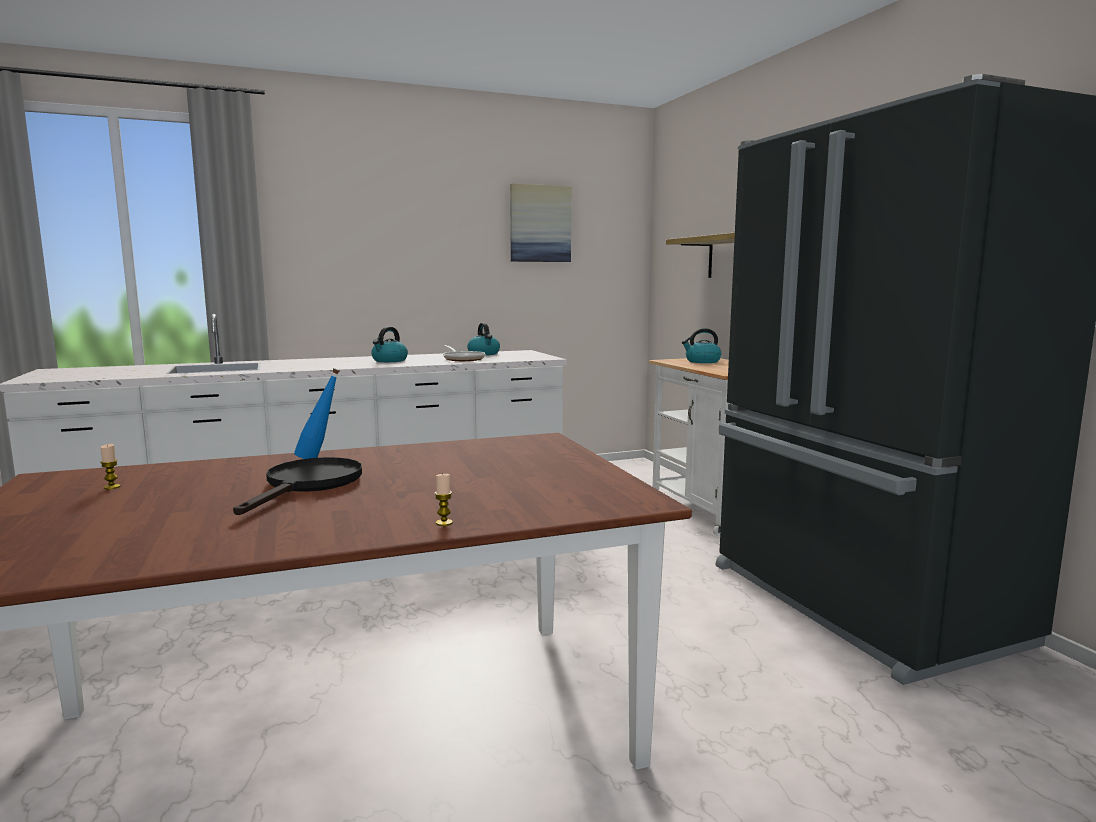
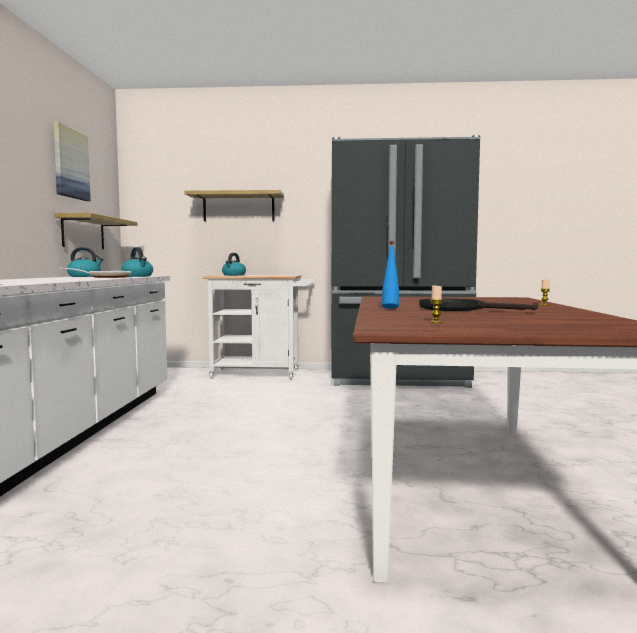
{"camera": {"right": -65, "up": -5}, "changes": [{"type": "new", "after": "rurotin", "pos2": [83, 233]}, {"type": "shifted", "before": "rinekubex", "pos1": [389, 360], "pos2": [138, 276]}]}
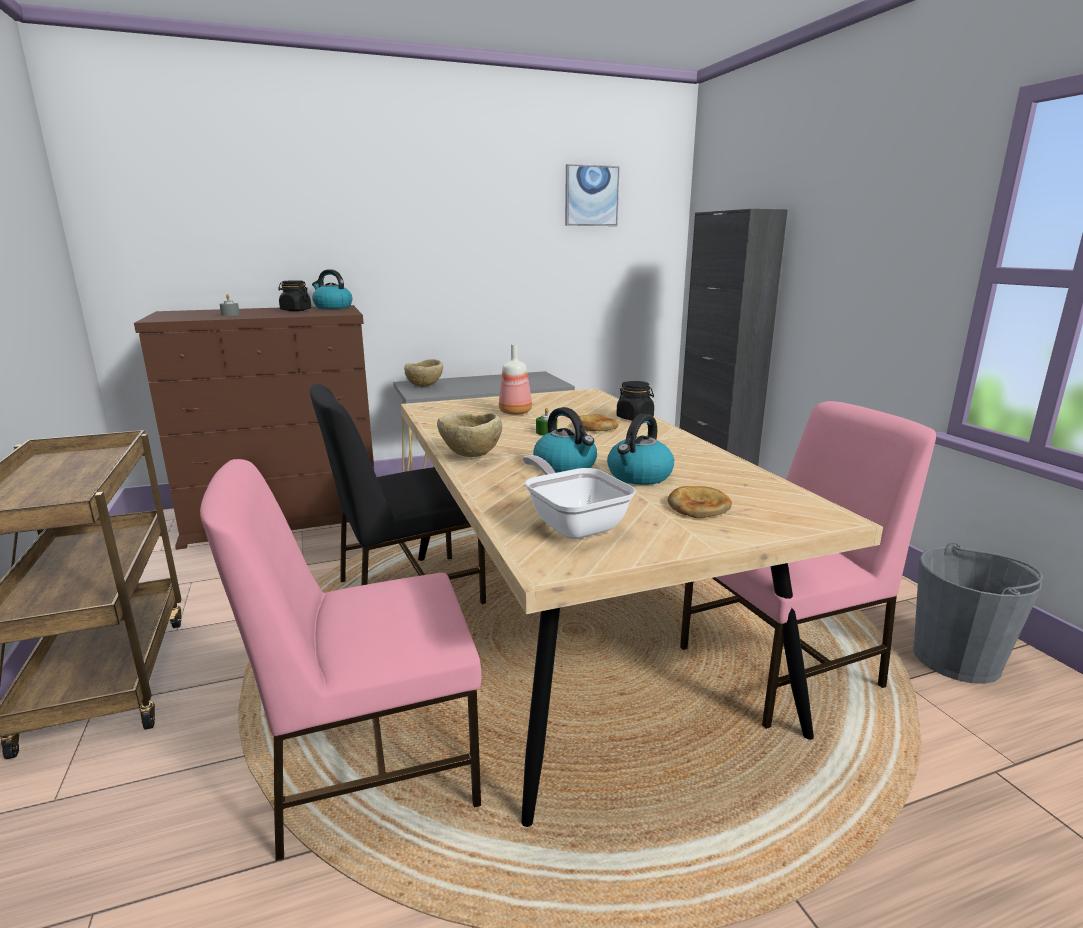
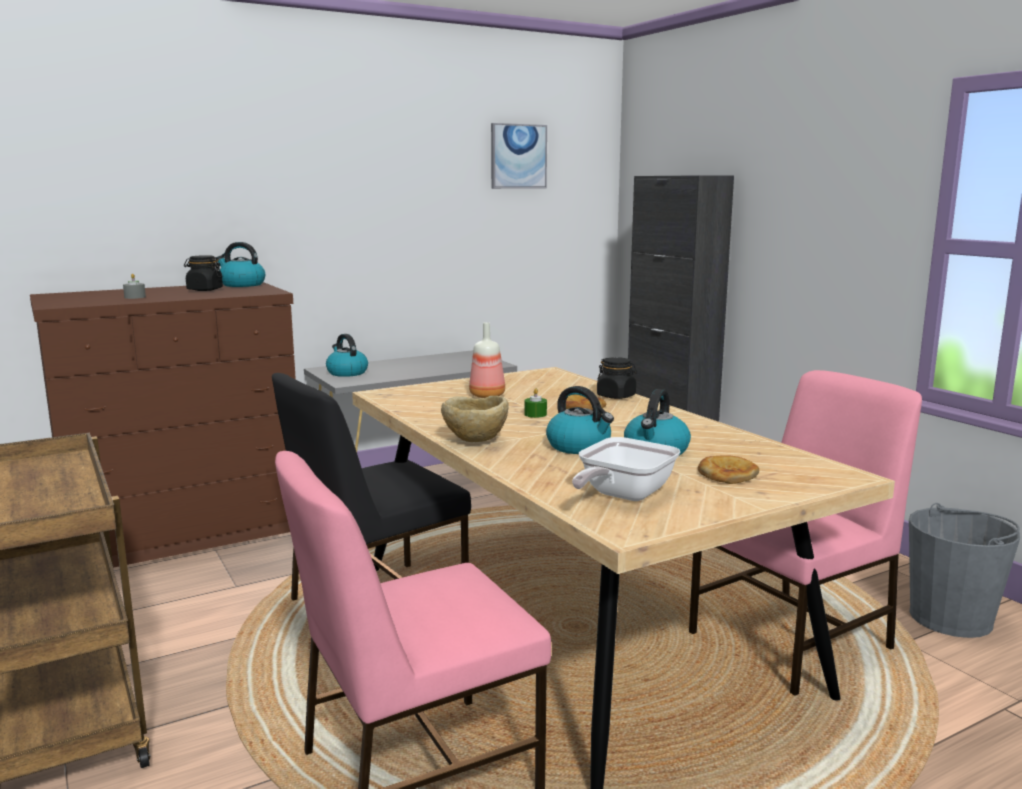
{"camera": {"right": -10, "up": -5}, "changes": [{"type": "swapped", "before": "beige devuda", "after": "rinekubex", "pos1": [425, 386], "pos2": [346, 373]}, {"type": "rotated", "before": "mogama", "pos1": [573, 523], "pos2": [621, 496], "turn": -105}]}
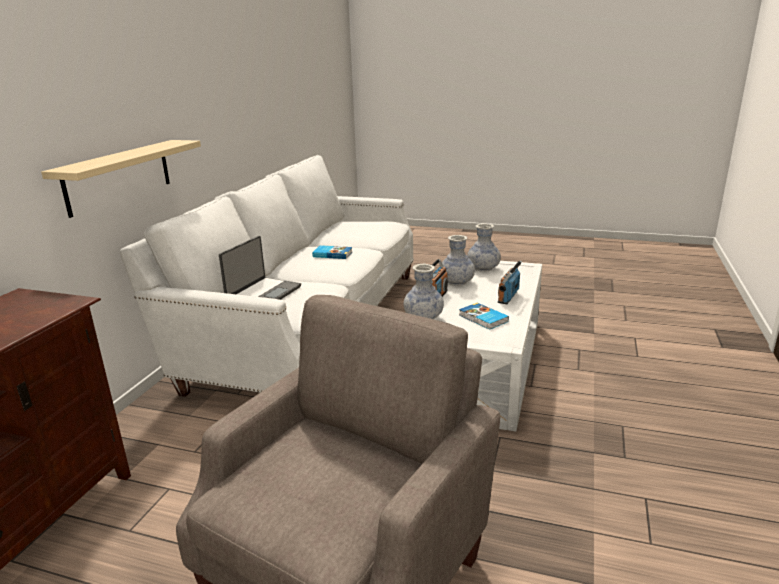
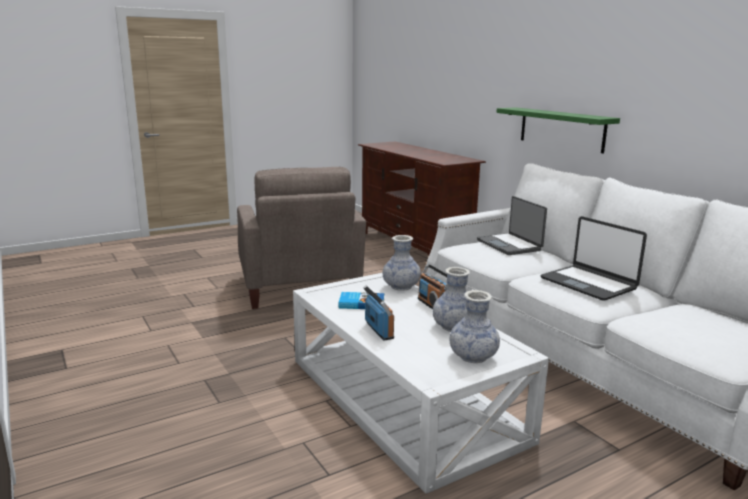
{"camera": {"right": 130, "up": -5}, "changes": [{"type": "repainted", "before": "beige rurotin", "after": "green rurotin", "pos1": [119, 176], "pos2": [561, 129]}, {"type": "swapped", "before": "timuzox", "after": "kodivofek", "pos1": [332, 254], "pos2": [588, 283]}]}
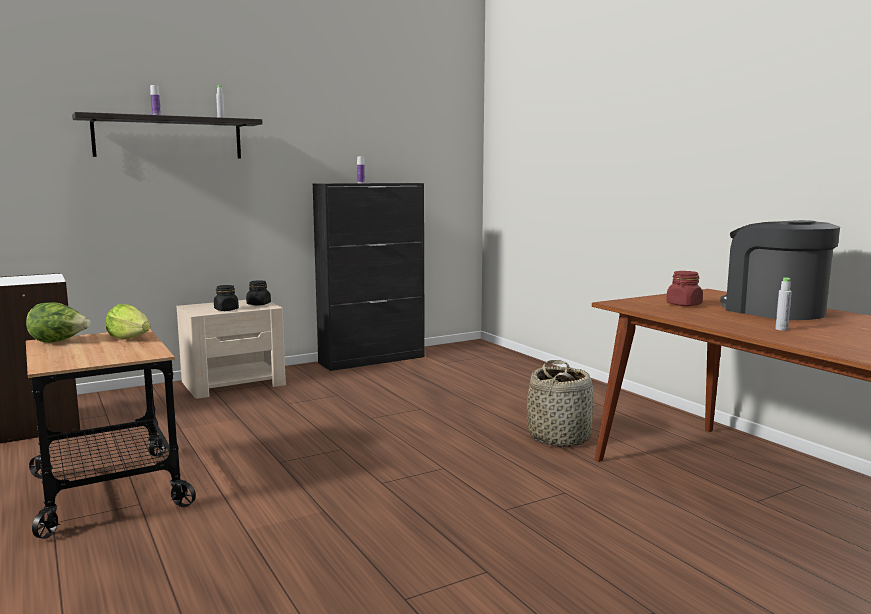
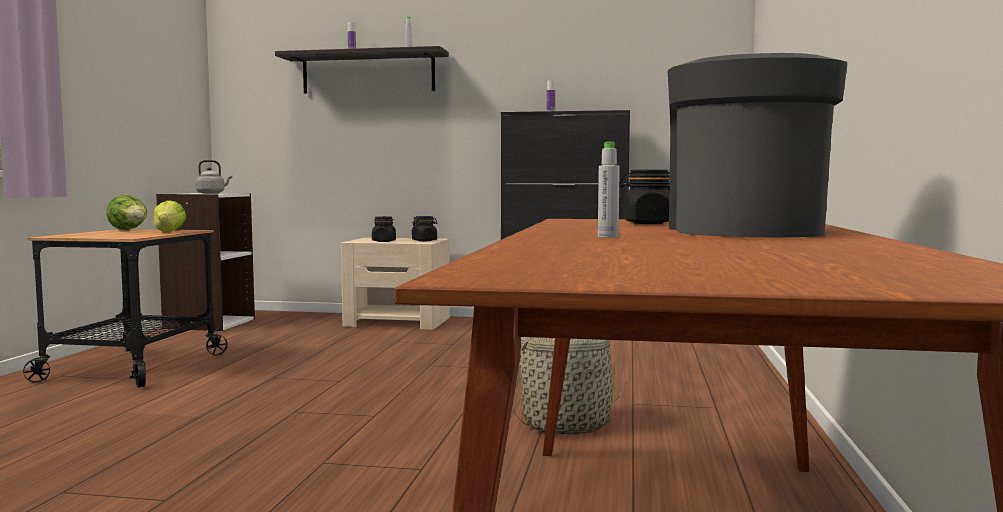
{"camera": {"right": 40, "up": -5}, "changes": [{"type": "new", "after": "grey rinekubex", "pos2": [212, 193]}, {"type": "repainted", "before": "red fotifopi", "after": "black fotifopi", "pos1": [684, 304], "pos2": [647, 223]}]}
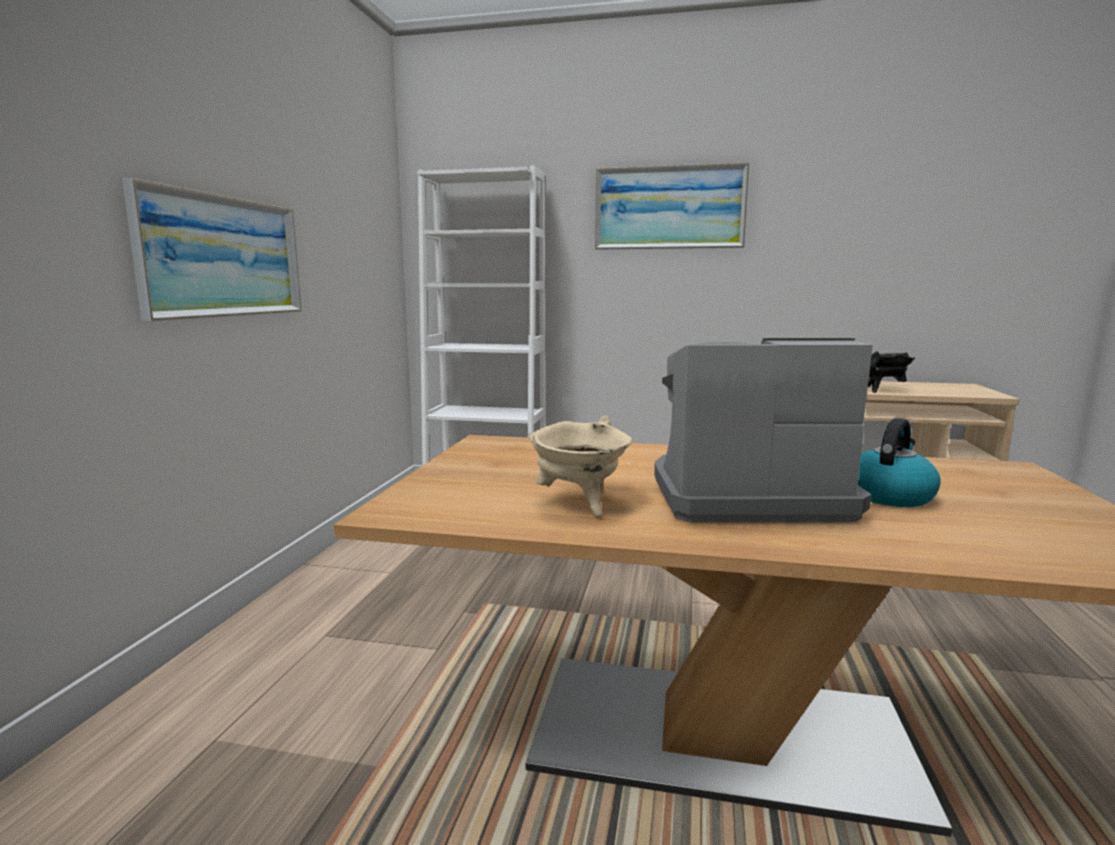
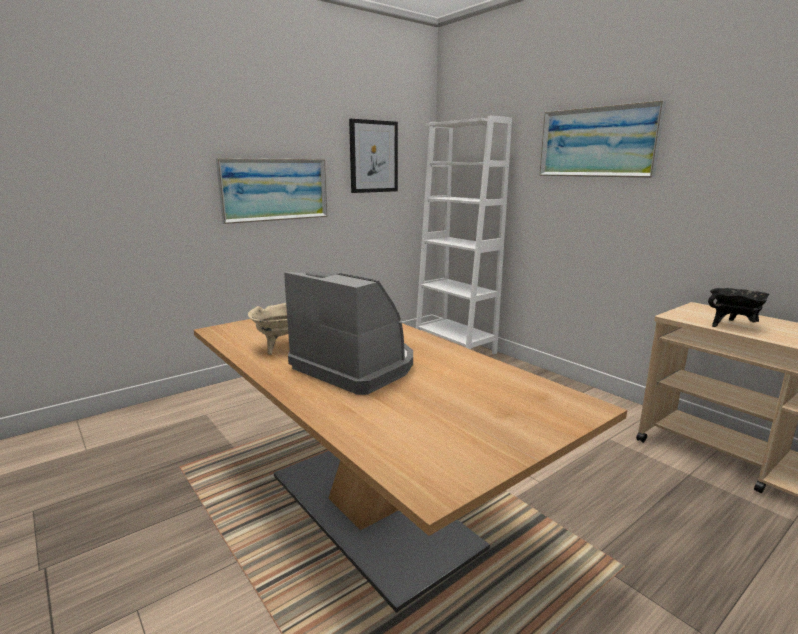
{"camera": {"right": 40, "up": 5}, "changes": [{"type": "new", "after": "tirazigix", "pos2": [373, 156]}, {"type": "gone", "before": "rinekubex", "pos1": [889, 495]}]}
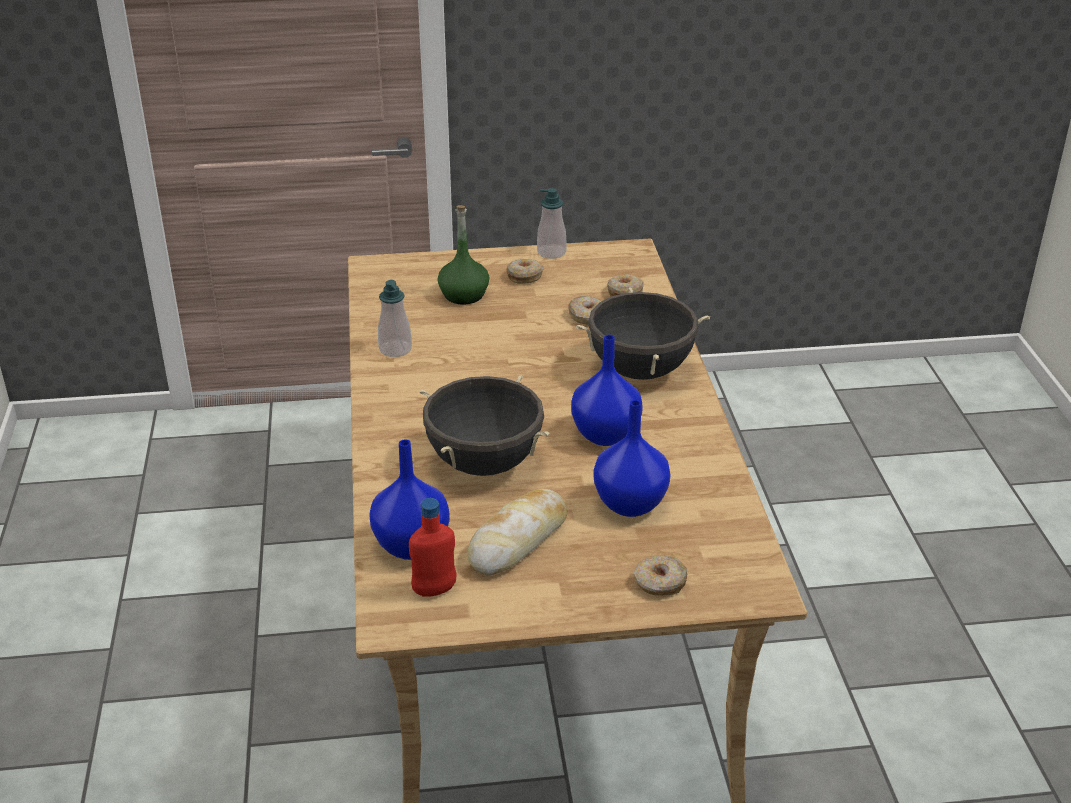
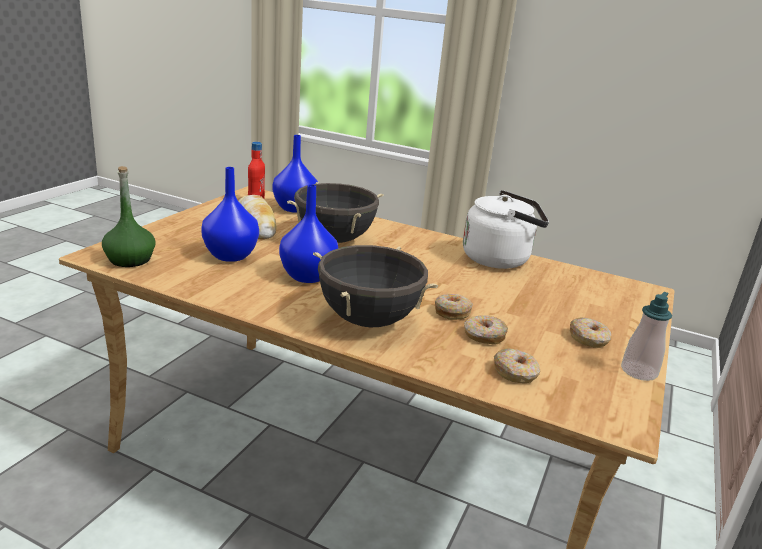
{"camera": {"right": 120, "up": -10}, "changes": [{"type": "shifted", "before": "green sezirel", "pos1": [463, 295], "pos2": [130, 260]}, {"type": "shifted", "before": "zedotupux", "pos1": [659, 583], "pos2": [452, 312]}, {"type": "swapped", "before": "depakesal", "after": "white rinekubex", "pos1": [395, 349], "pos2": [499, 259]}]}
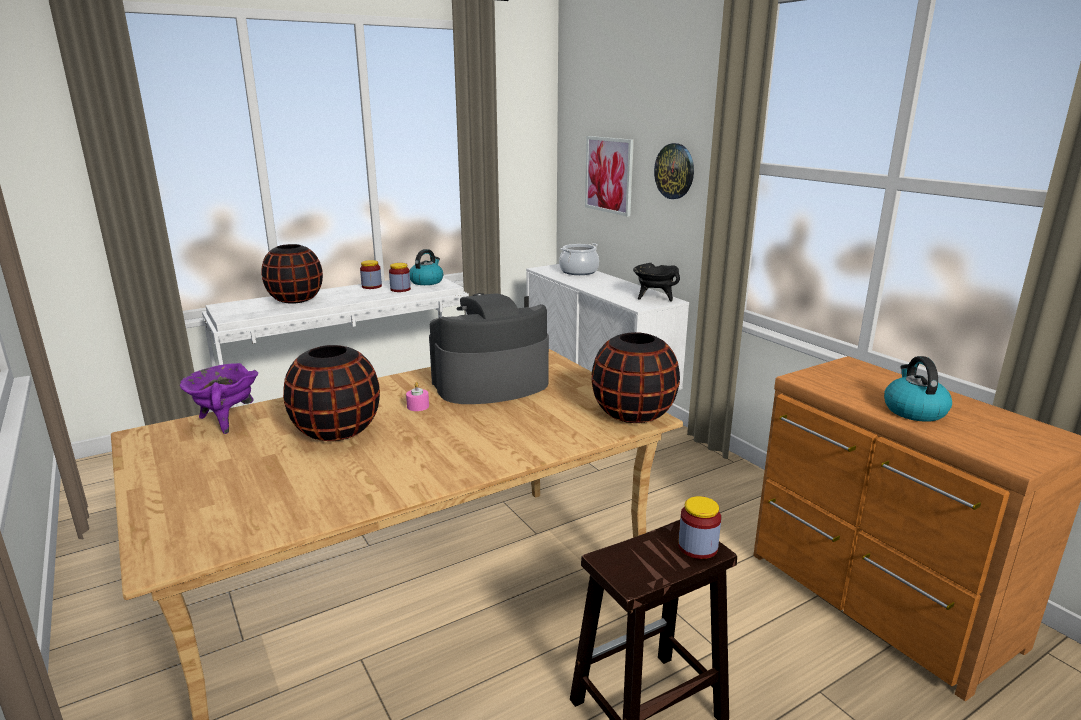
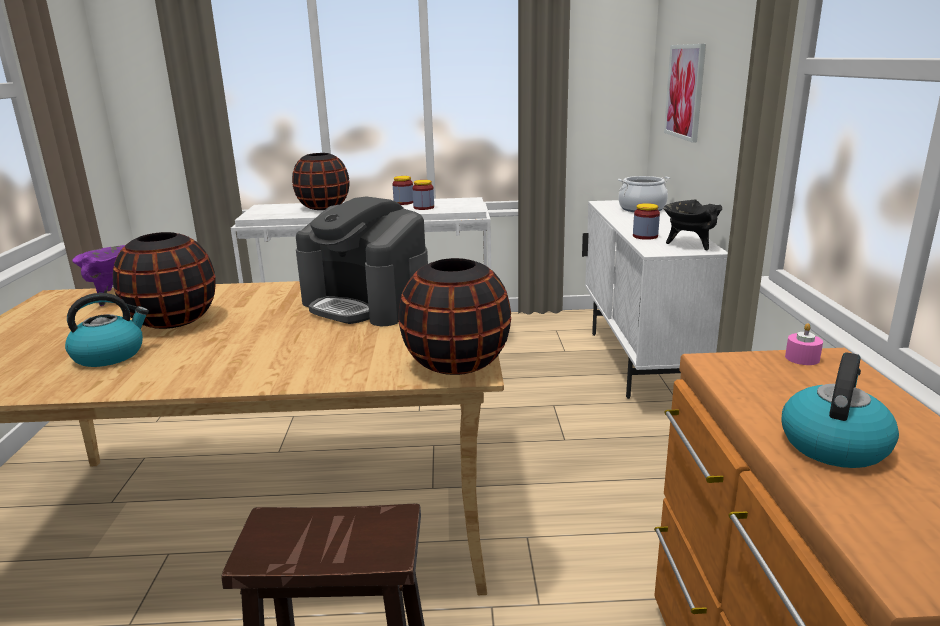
{"camera": {"right": 30, "up": 0}, "changes": [{"type": "shifted", "before": "rinekubex", "pos1": [426, 281], "pos2": [110, 355]}, {"type": "rotated", "before": "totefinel", "pos1": [490, 383], "pos2": [367, 304], "turn": -150}, {"type": "shifted", "before": "fotifopi", "pos1": [697, 547], "pos2": [645, 236]}, {"type": "shifted", "before": "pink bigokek", "pos1": [418, 406], "pos2": [802, 358]}, {"type": "gone", "before": "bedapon", "pos1": [675, 171]}]}
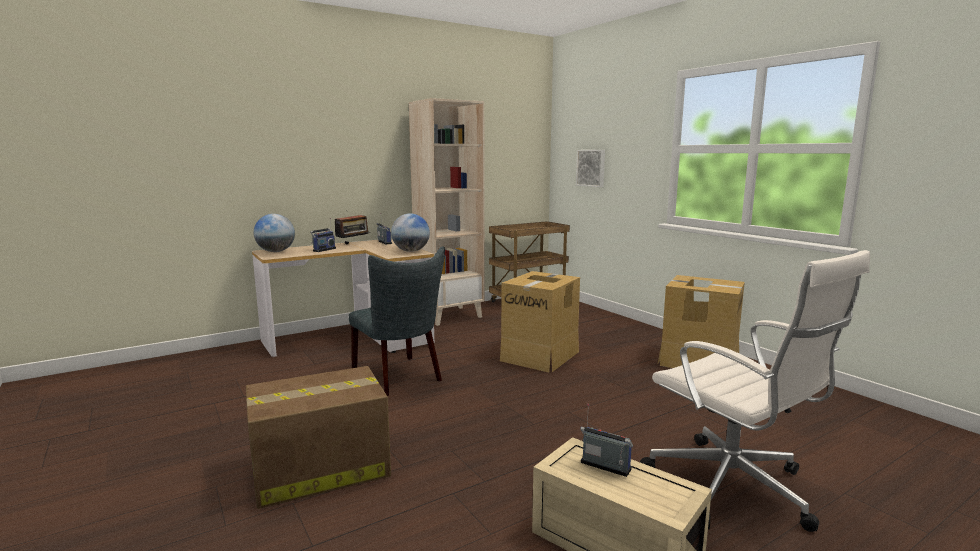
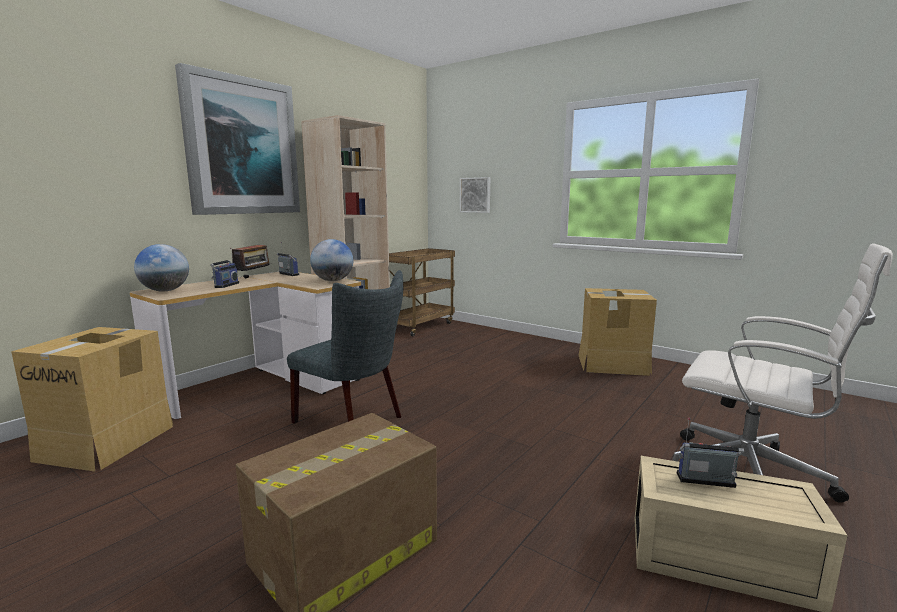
{"camera": {"right": -20, "up": 0}, "changes": [{"type": "shifted", "before": "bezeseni", "pos1": [540, 356], "pos2": [108, 442]}, {"type": "new", "after": "tirazigix", "pos2": [242, 147]}]}
